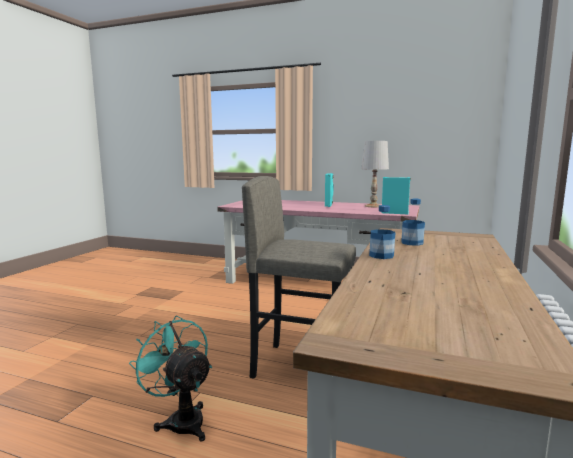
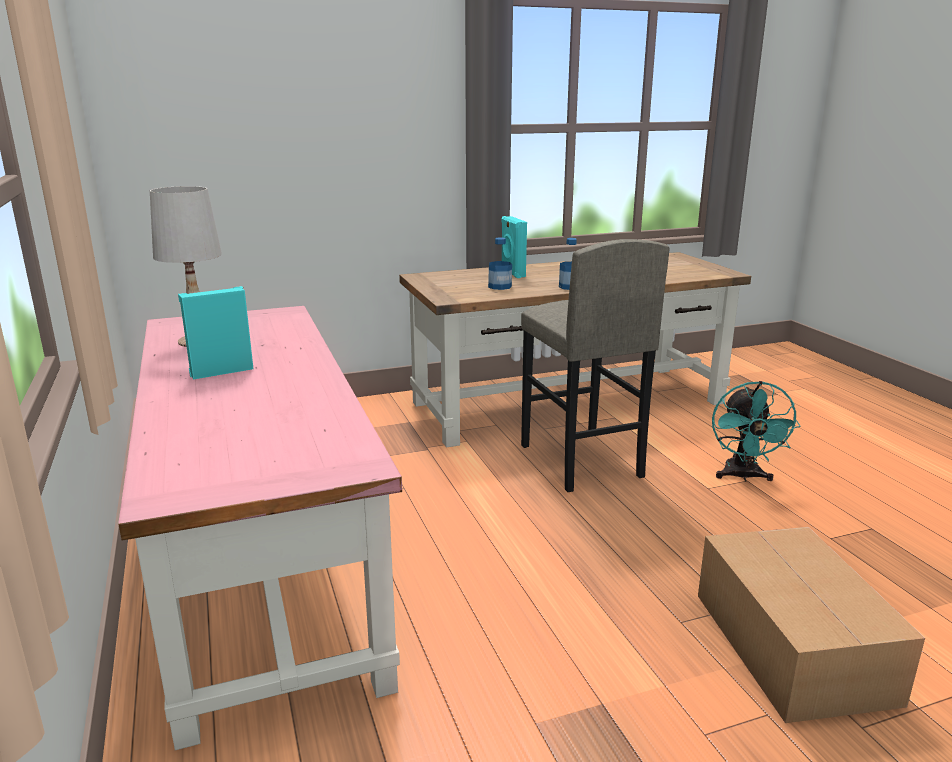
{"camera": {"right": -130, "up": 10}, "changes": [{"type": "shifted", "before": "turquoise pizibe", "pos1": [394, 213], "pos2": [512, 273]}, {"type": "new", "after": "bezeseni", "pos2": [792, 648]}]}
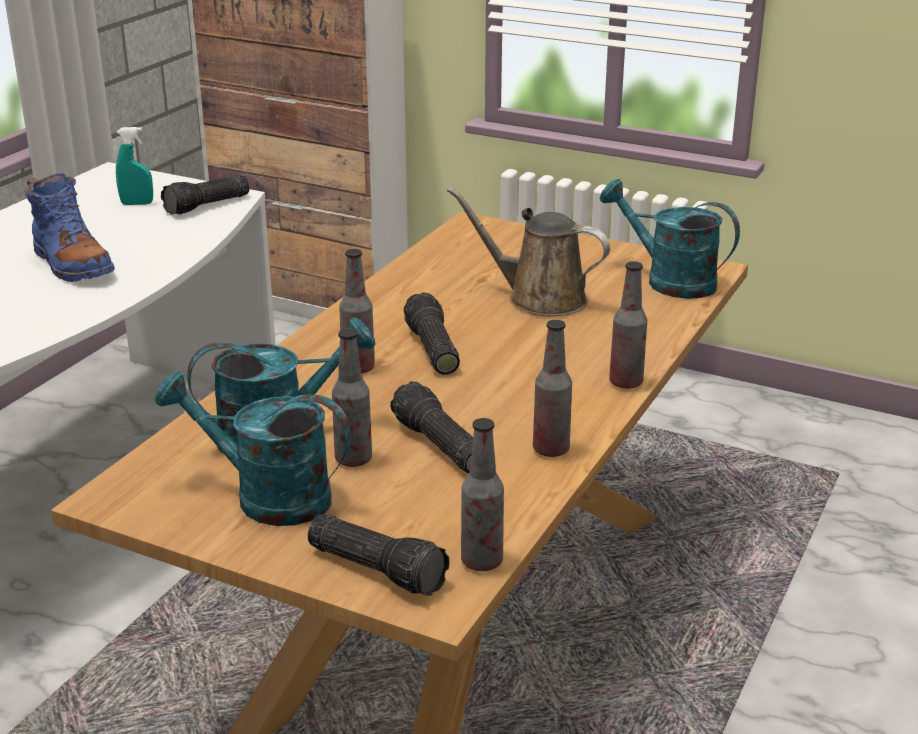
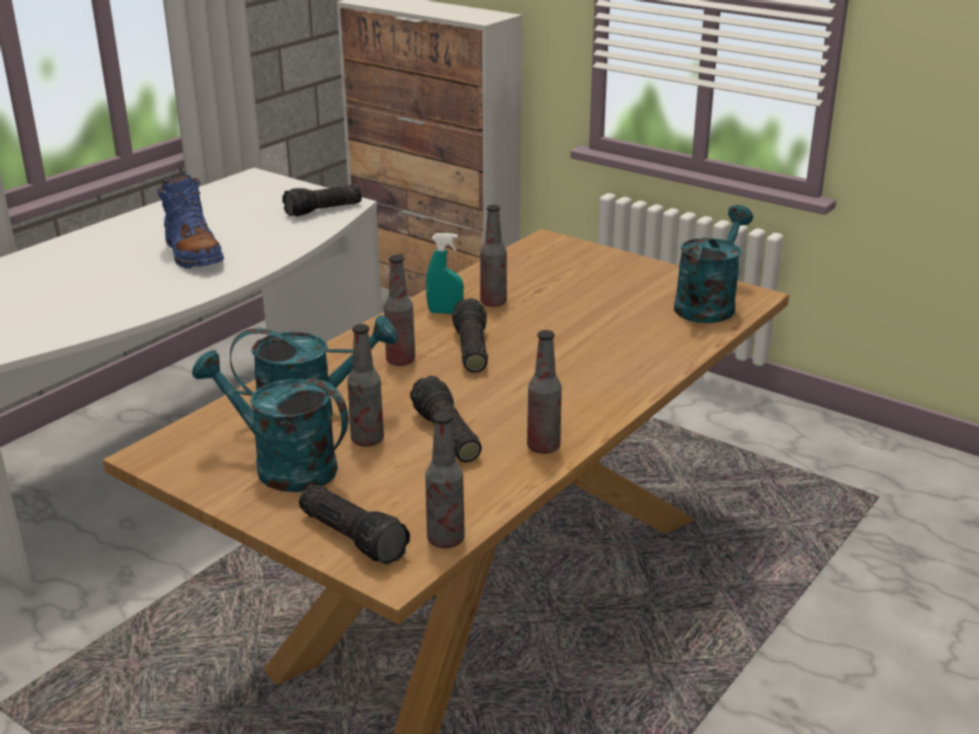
{"camera": {"right": 10, "up": 0}, "changes": [{"type": "shifted", "before": "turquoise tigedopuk", "pos1": [137, 203], "pos2": [445, 312]}, {"type": "shifted", "before": "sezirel", "pos1": [626, 382], "pos2": [493, 302]}, {"type": "rotated", "before": "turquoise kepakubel", "pos1": [669, 281], "pos2": [708, 304], "turn": 75}, {"type": "gone", "before": "brown kepakubel", "pos1": [539, 298]}]}
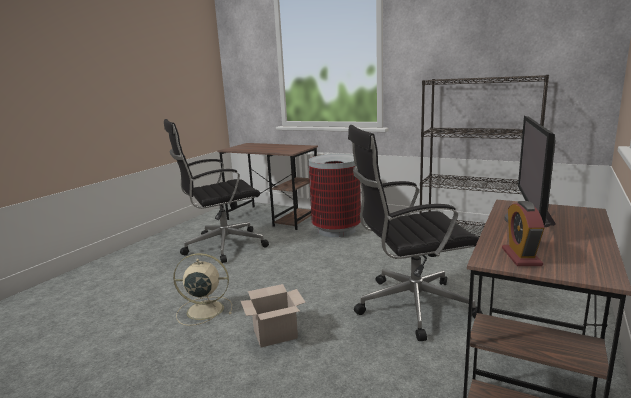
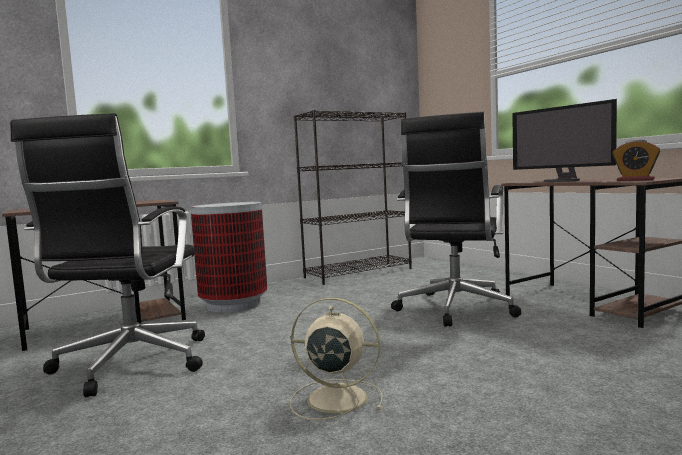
{"camera": {"right": -60, "up": -10}, "changes": [{"type": "rotated", "before": "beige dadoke", "pos1": [203, 310], "pos2": [334, 398], "turn": 75}, {"type": "gone", "before": "bezeseni", "pos1": [276, 333]}]}
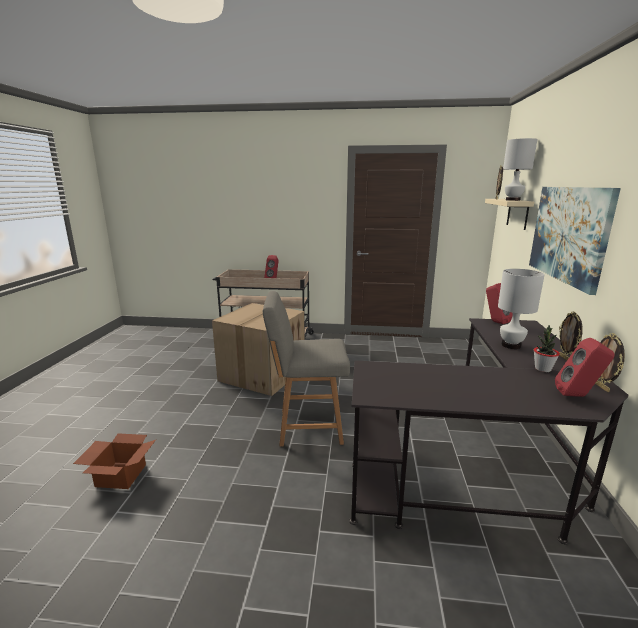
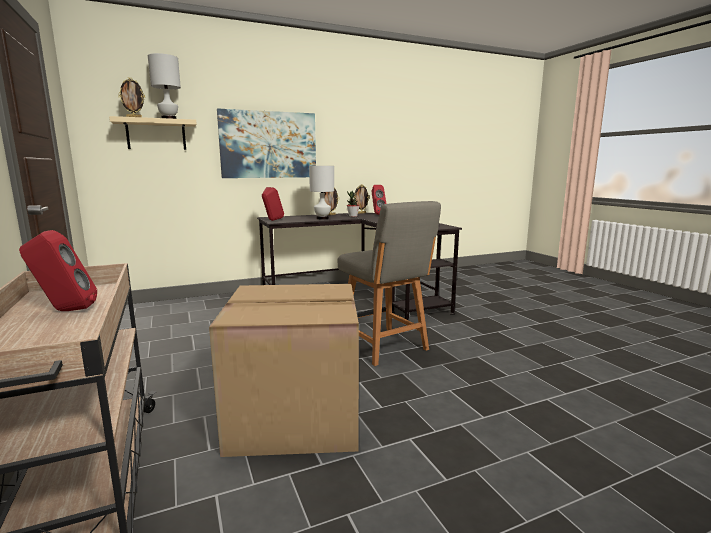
{"camera": {"right": -120, "up": -5}, "changes": [{"type": "gone", "before": "bezeseni", "pos1": [120, 475]}]}
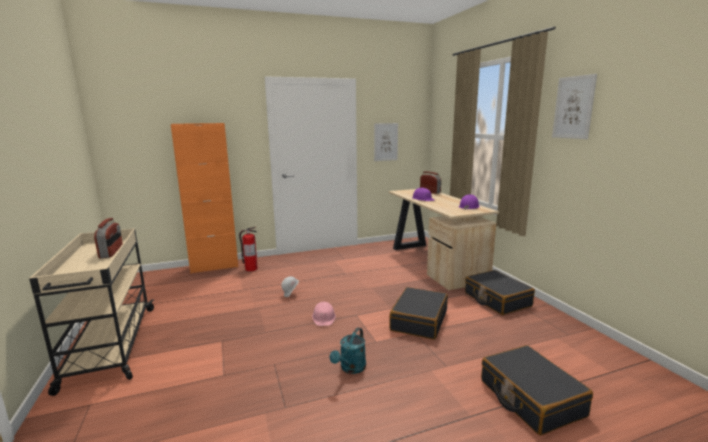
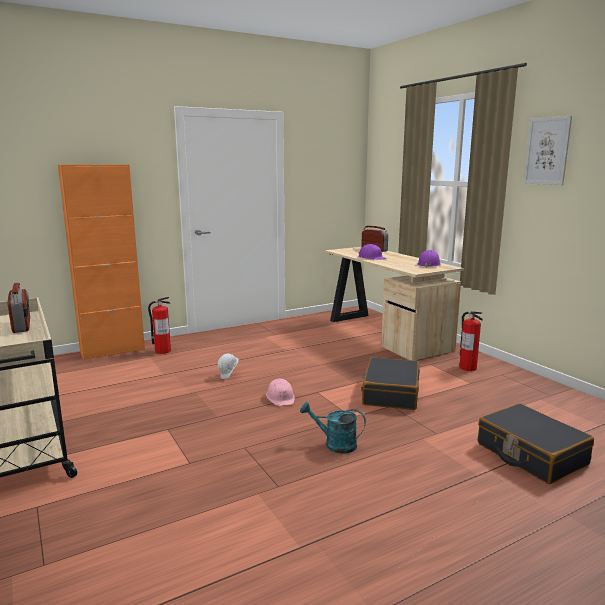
{"camera": {"right": -10, "up": 0}, "changes": [{"type": "rotated", "before": "turquoise kepakubel", "pos1": [351, 368], "pos2": [335, 444], "turn": 90}, {"type": "swapped", "before": "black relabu", "after": "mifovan", "pos1": [497, 300], "pos2": [467, 367]}, {"type": "gone", "before": "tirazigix", "pos1": [385, 142]}]}
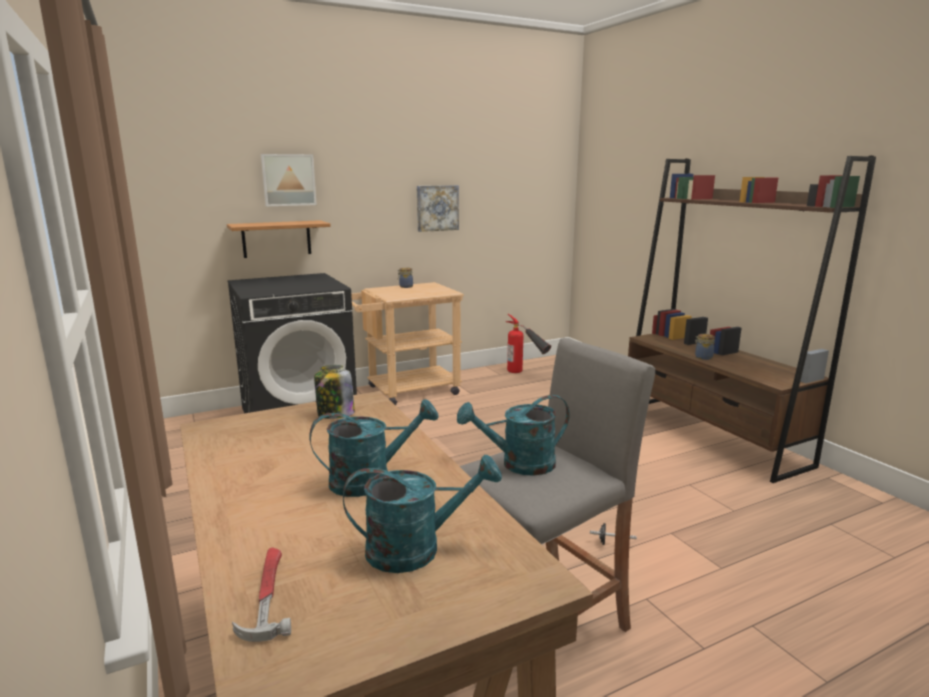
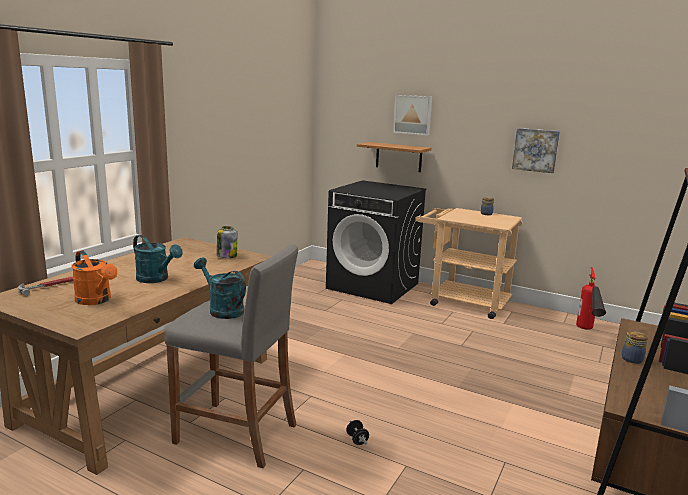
{"camera": {"right": 55, "up": 0}, "changes": [{"type": "repainted", "before": "turquoise kepakubel", "after": "orange kepakubel", "pos1": [416, 549], "pos2": [96, 300]}]}
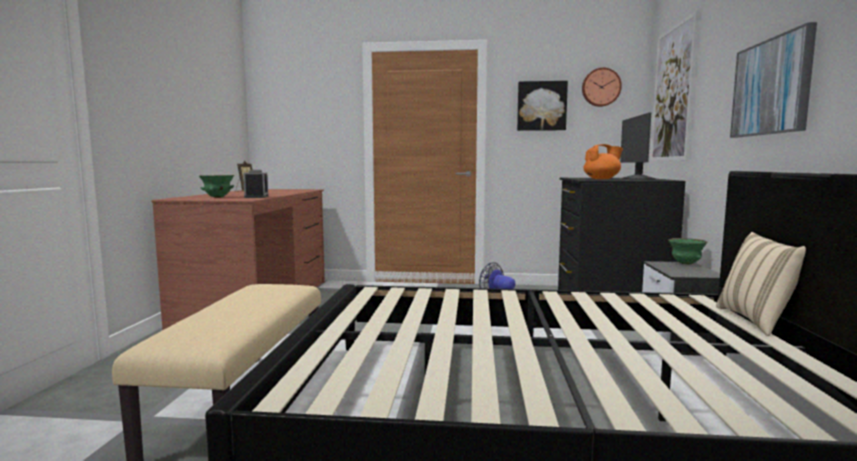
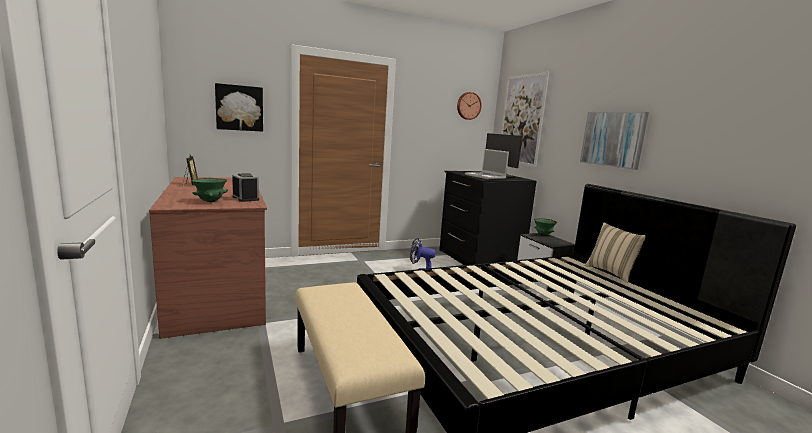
{"camera": {"right": -30, "up": 5}, "changes": [{"type": "shifted", "before": "tirazigix", "pos1": [541, 106], "pos2": [239, 108]}, {"type": "swapped", "before": "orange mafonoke", "after": "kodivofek", "pos1": [602, 179], "pos2": [486, 177]}]}
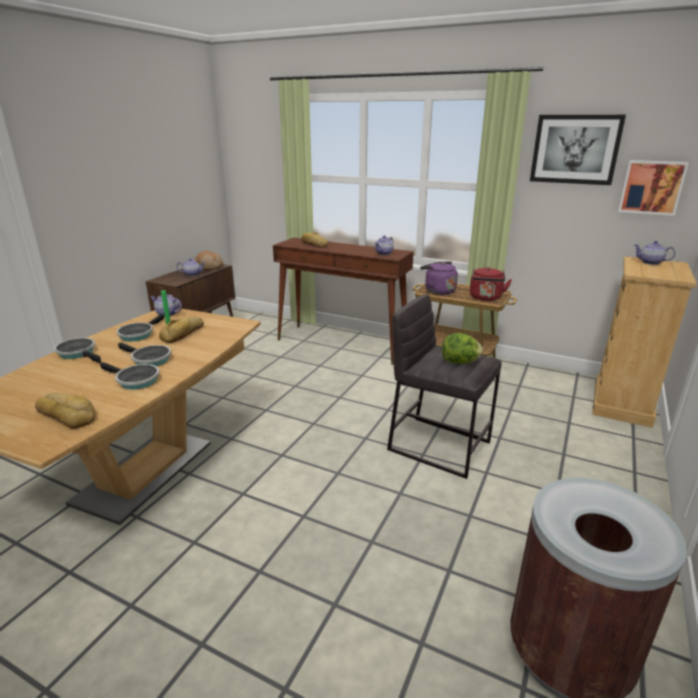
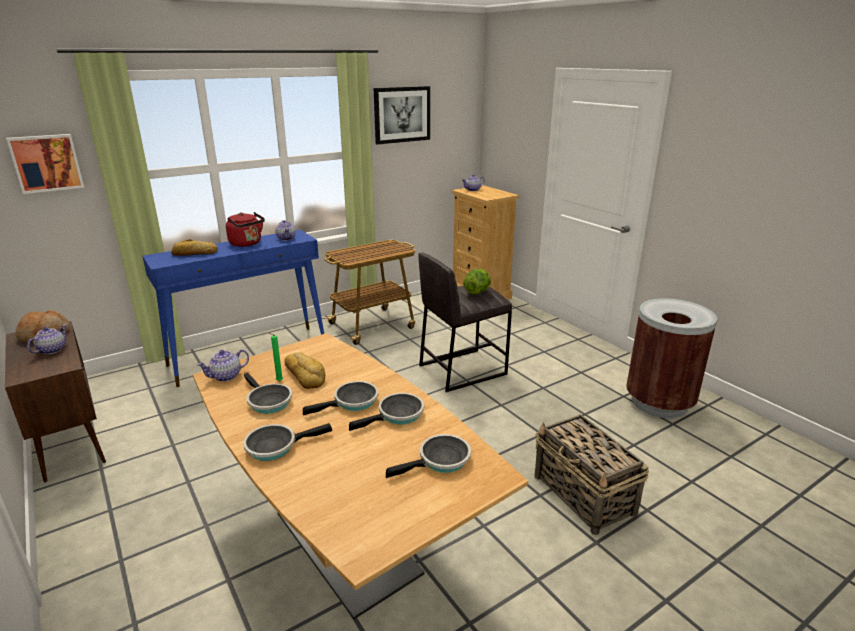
{"camera": {"right": -60, "up": 0}, "changes": [{"type": "shifted", "before": "tirazigix", "pos1": [651, 187], "pos2": [46, 163]}, {"type": "repainted", "before": "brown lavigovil", "after": "blue lavigovil", "pos1": [342, 344], "pos2": [250, 354]}, {"type": "shifted", "before": "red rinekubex", "pos1": [485, 298], "pos2": [247, 244]}, {"type": "swapped", "before": "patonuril", "after": "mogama", "pos1": [67, 415], "pos2": [440, 461]}, {"type": "new", "after": "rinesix", "pos2": [584, 495]}, {"type": "gone", "before": "purple rinekubex", "pos1": [438, 291]}]}
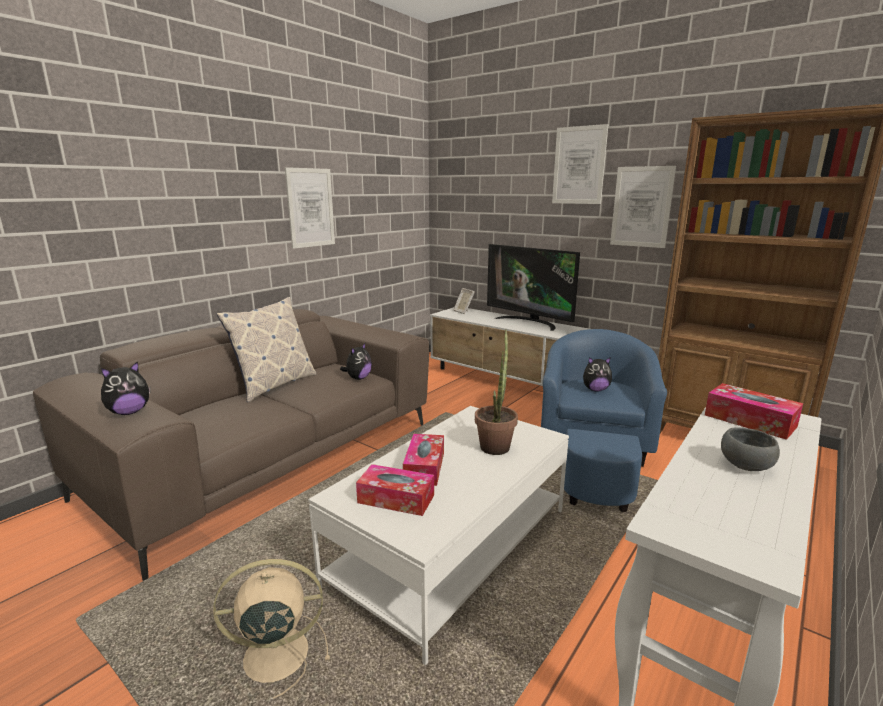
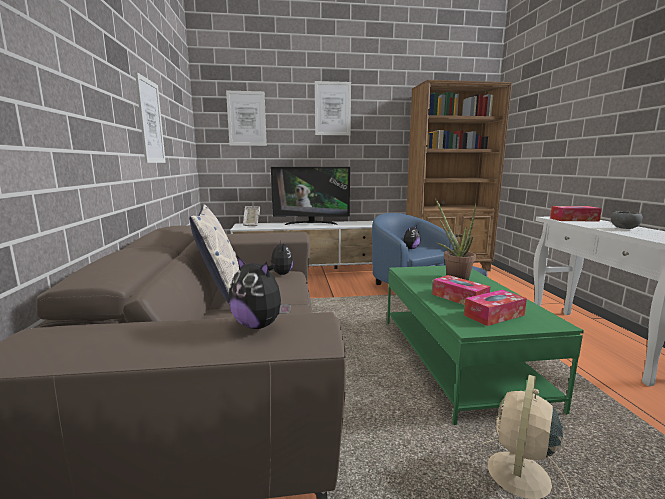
{"camera": {"right": -45, "up": -5}, "changes": [{"type": "shifted", "before": "tirazigix", "pos1": [641, 207], "pos2": [246, 118]}, {"type": "rotated", "before": "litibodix", "pos1": [129, 412], "pos2": [259, 325], "turn": 120}, {"type": "repainted", "before": "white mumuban", "after": "green mumuban", "pos1": [452, 546], "pos2": [457, 359]}]}
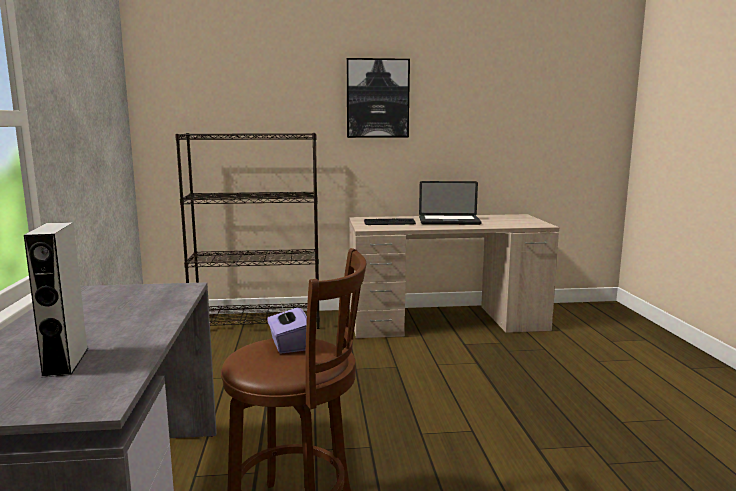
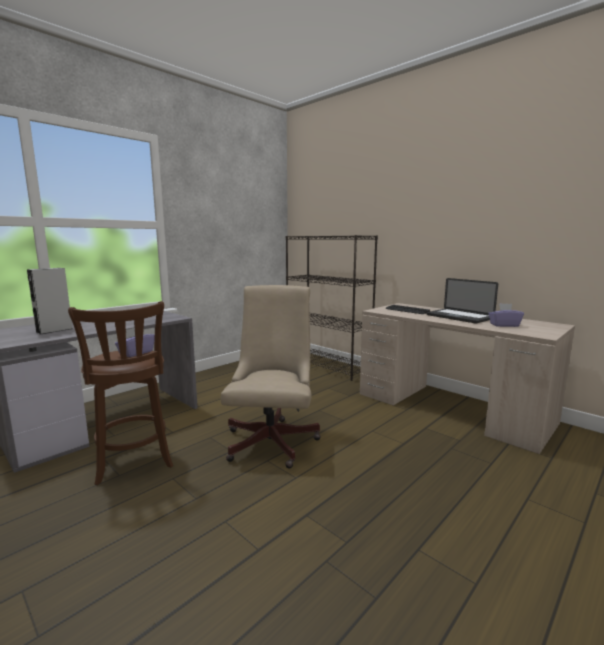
{"camera": {"right": 50, "up": 0}, "changes": [{"type": "new", "after": "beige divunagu", "pos2": [273, 439]}, {"type": "new", "after": "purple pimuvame", "pos2": [504, 325]}, {"type": "gone", "before": "tirazigix", "pos1": [377, 98]}]}
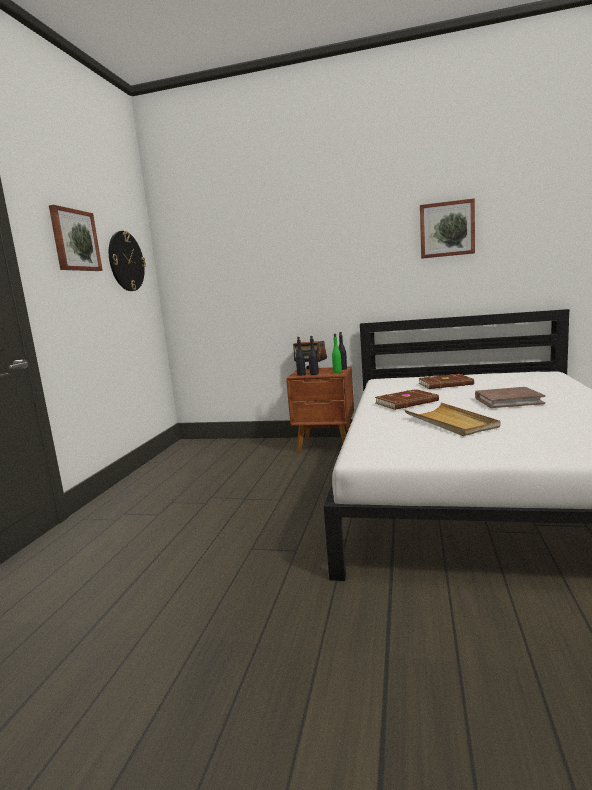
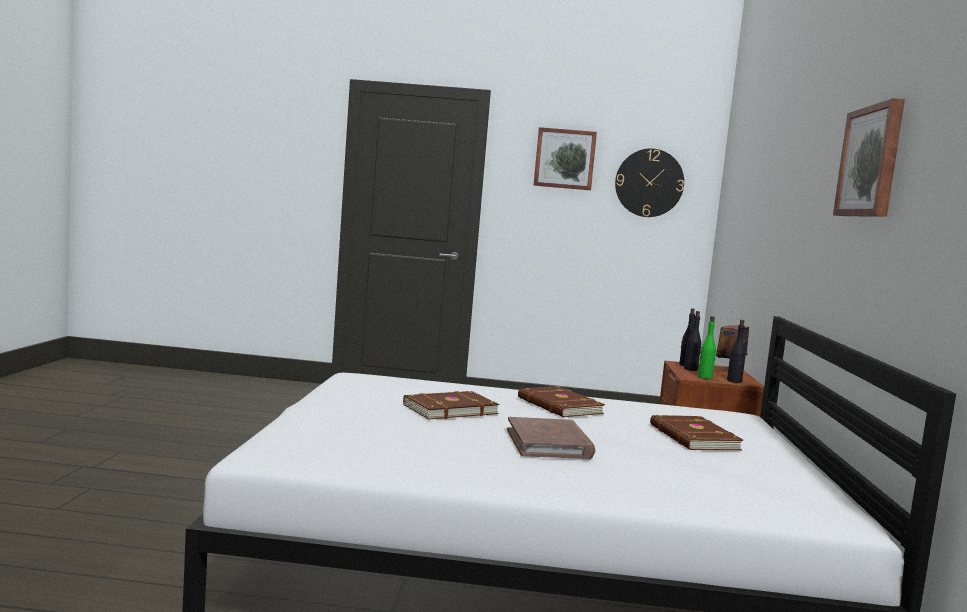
{"camera": {"right": 80, "up": -5}, "changes": [{"type": "swapped", "before": "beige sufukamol", "after": "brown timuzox", "pos1": [451, 422], "pos2": [449, 409]}]}
